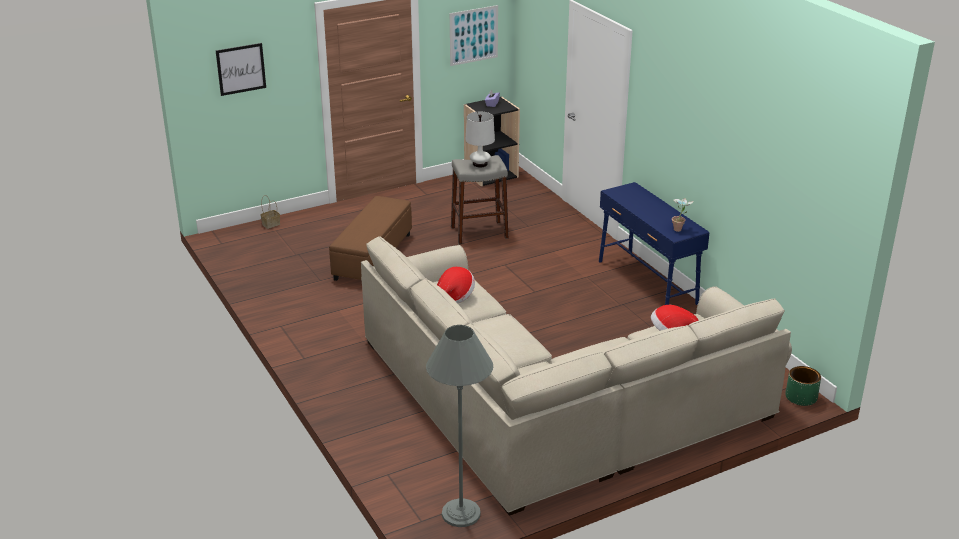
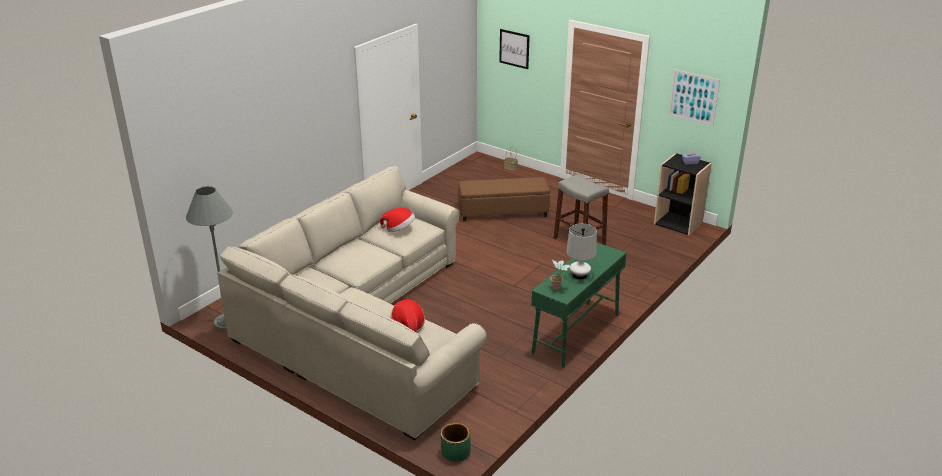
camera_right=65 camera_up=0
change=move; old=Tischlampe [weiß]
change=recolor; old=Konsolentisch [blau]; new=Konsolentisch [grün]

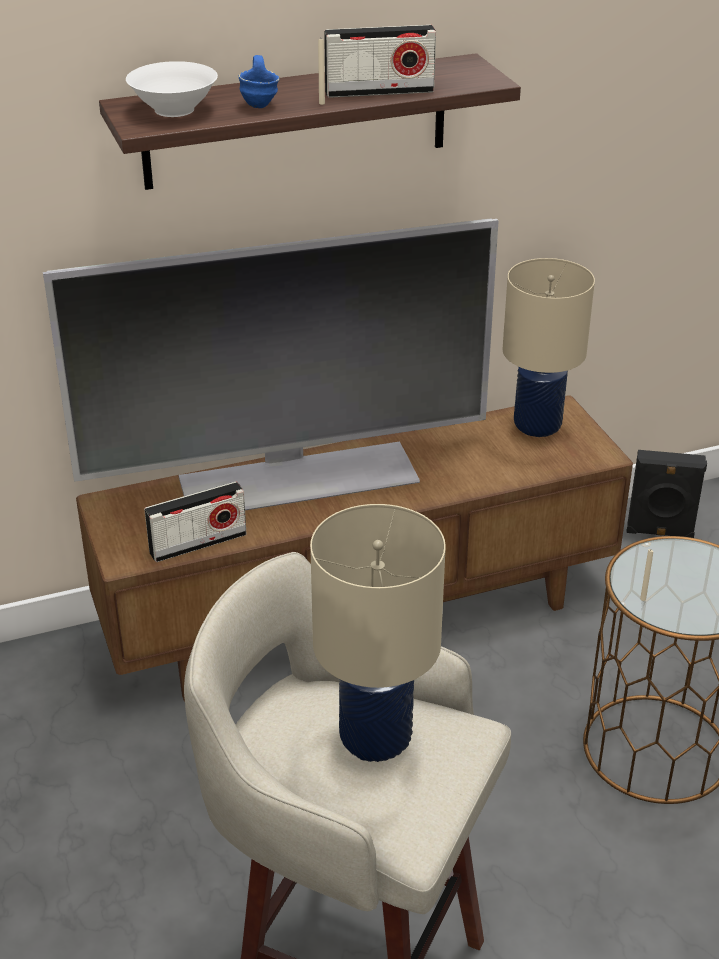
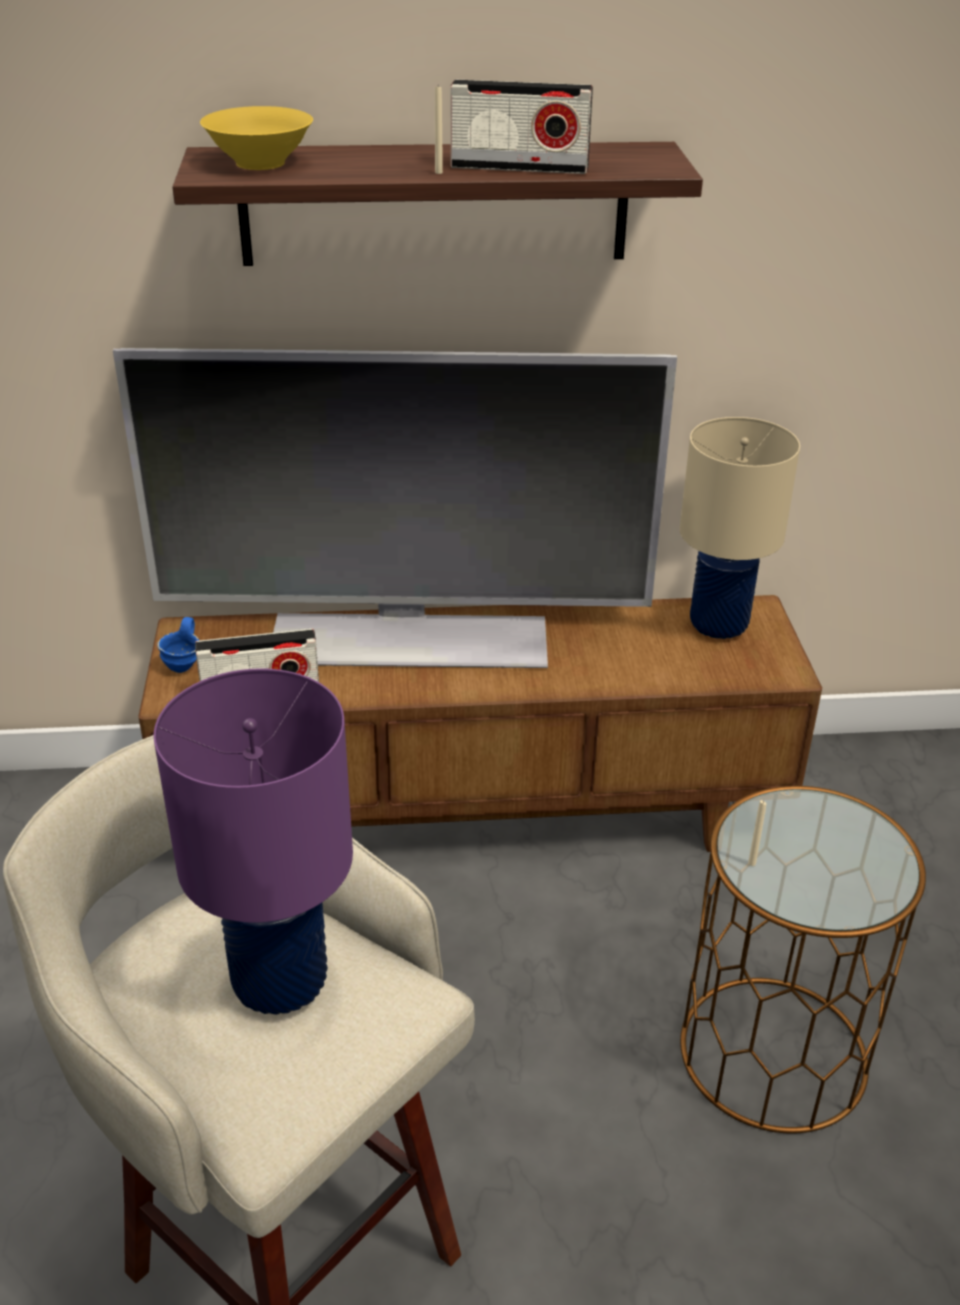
camera_right=15 camera_up=0
change=move; old=Henkelbecher [blau]
change=recolor; old=Schüssel [weiß]; new=Schüssel [gelb]
change=delete; old=Lautsprecher [schwarz]
change=recolor; old=Tischlampe [beige] (1st from left); new=Tischlampe [lila]

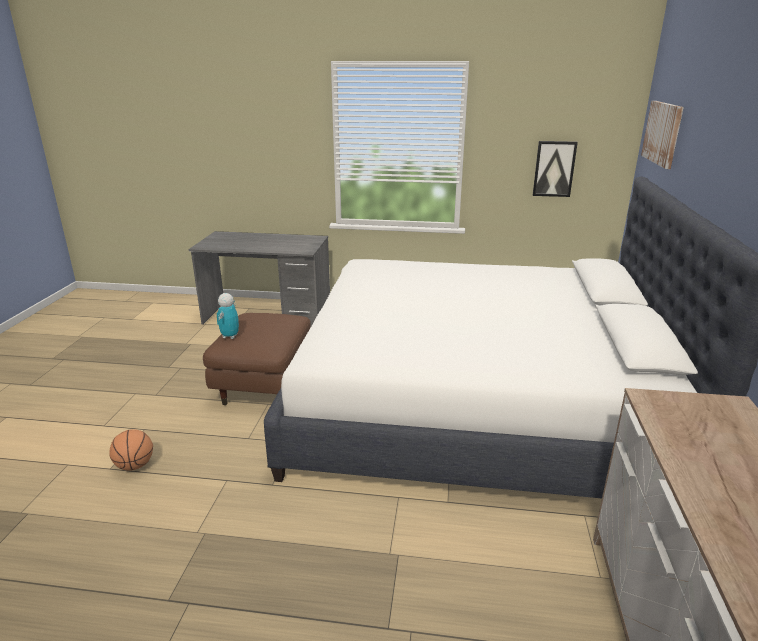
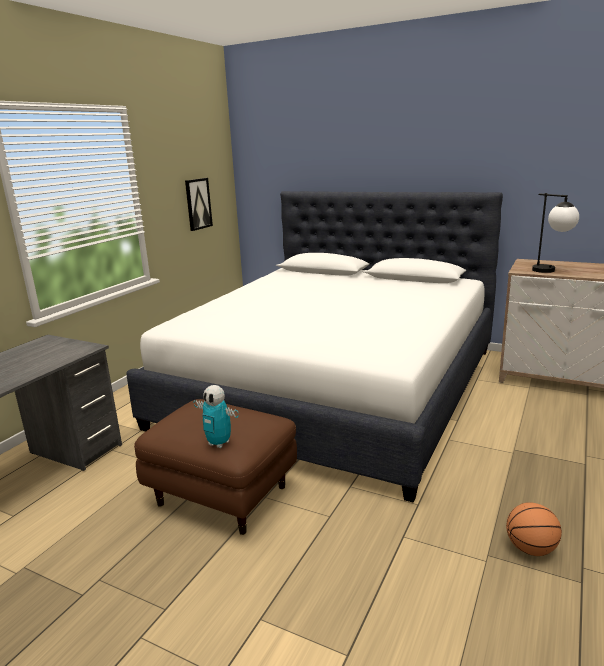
camera_right=-70 camera_up=-5
change=delete; old=Bild (2nd from left)
change=move; old=Basketball
change=insert; new=Tischlampe

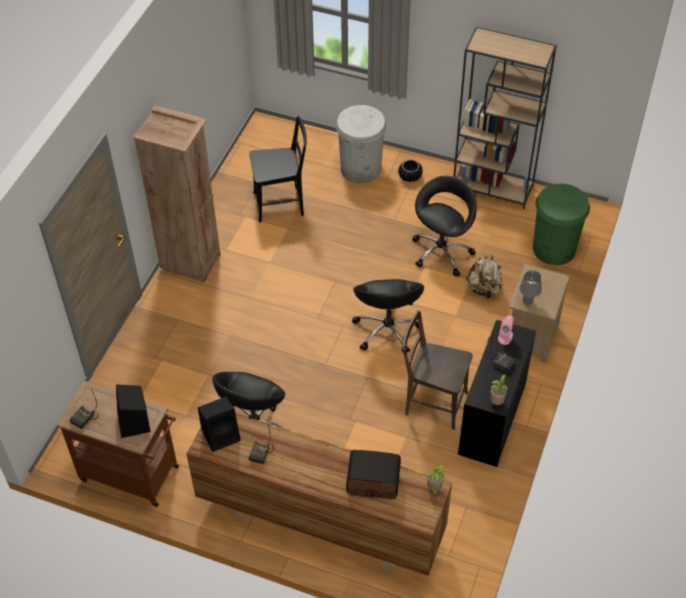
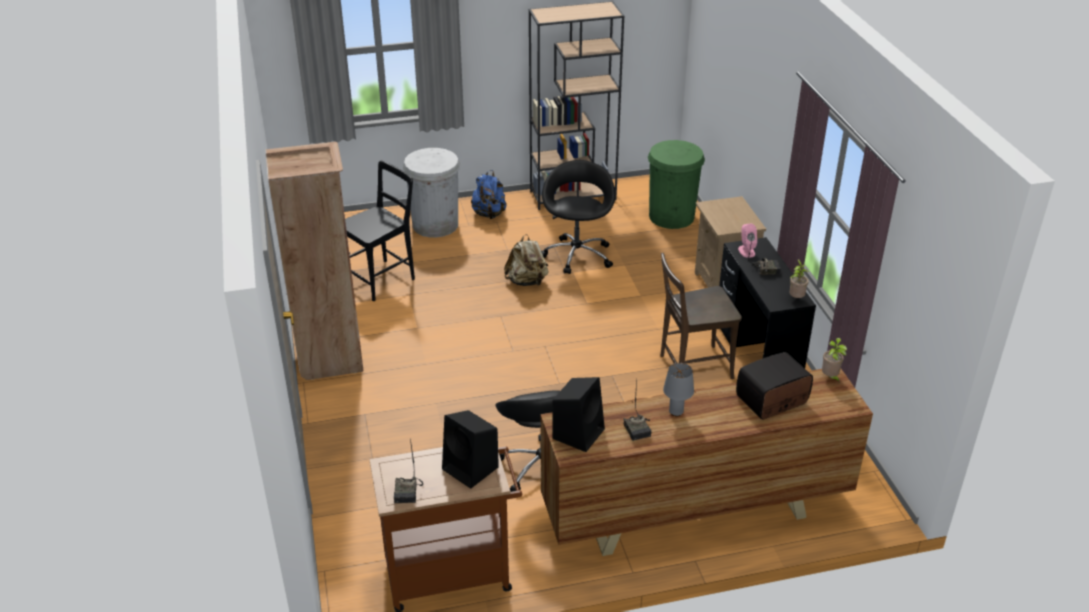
camera_right=-35 camera_up=-15
change=replace; old=Pflanzkübel [schwarz]; new=Rucksack [blau]
change=move; old=Rucksack [beige]
change=move; old=Tischlampe [grau]
change=delete; old=Bürostuhl [schwarz] (2nd from left)

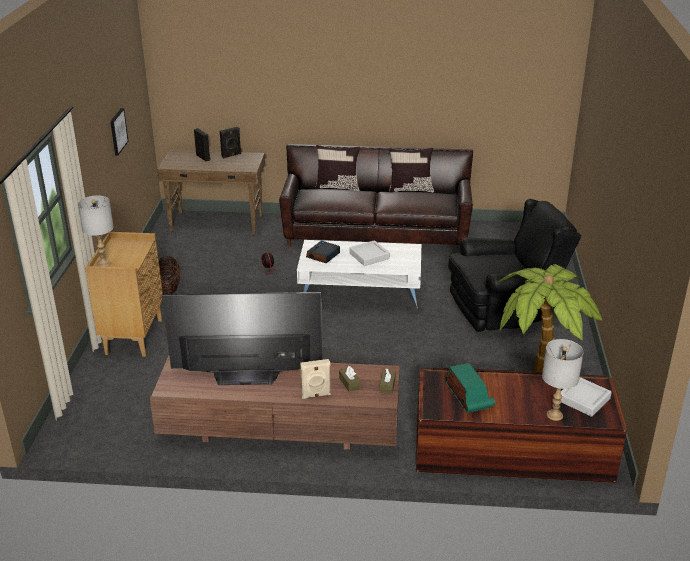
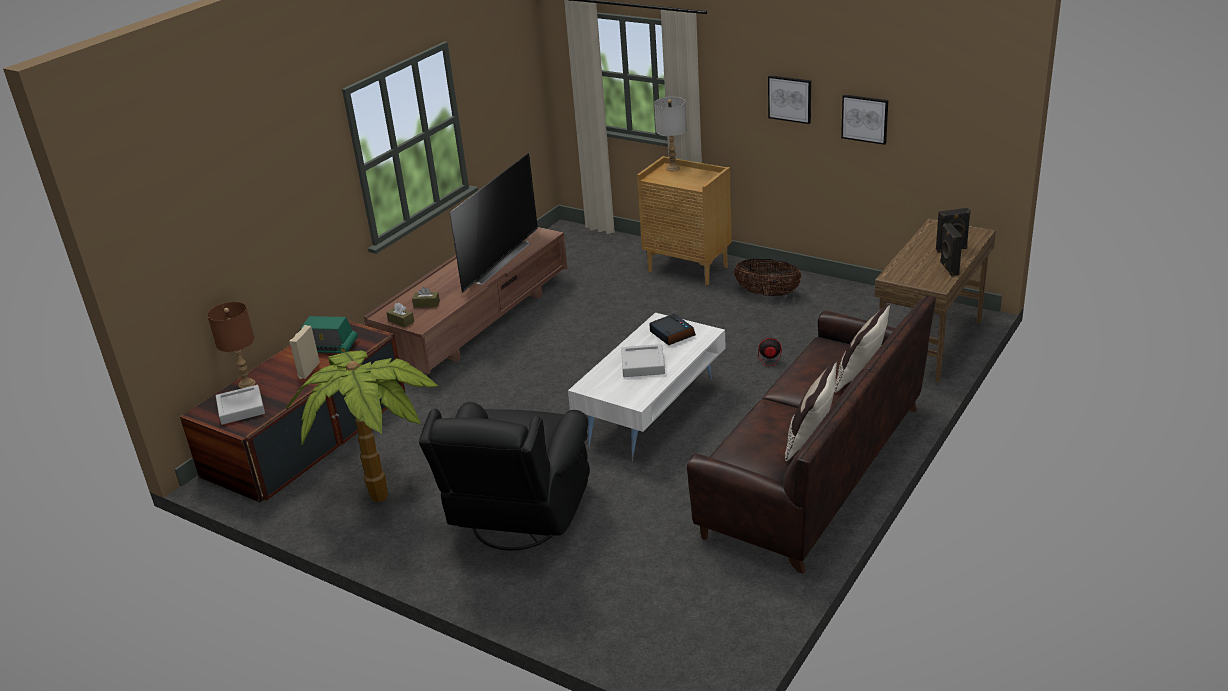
camera_right=120 camera_up=0
change=recolor; old=Tischlampe [grau] (2nd from left); new=Tischlampe [braun]
change=move; old=Lautsprecher [beige]
change=insert; new=Bild (1st from left)

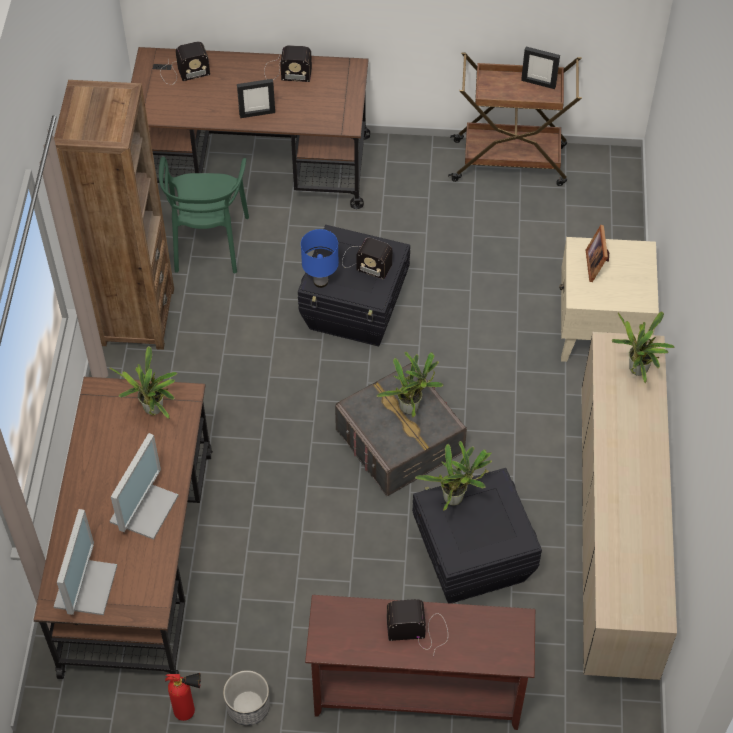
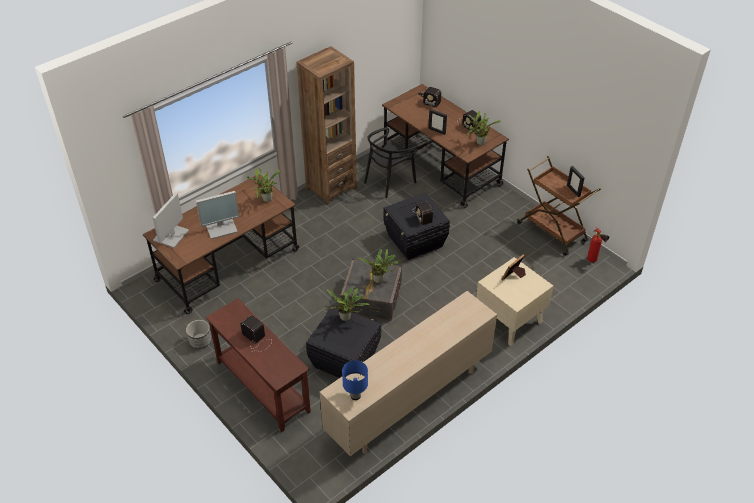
camera_right=45 camera_up=-10
change=recolor; old=Stuhl [grün]; new=Stuhl [schwarz]
change=move; old=Tischlampe [blau]
change=move; old=Topfpflanze (4th from left)
change=rotate; old=Monitor (1st from left); degrees=150
change=move; old=Feuerlöscher

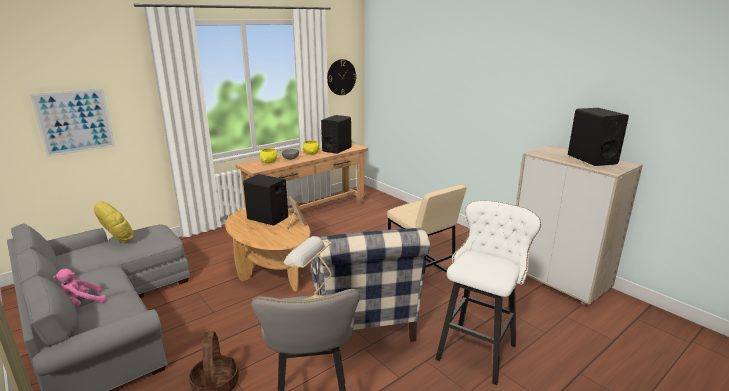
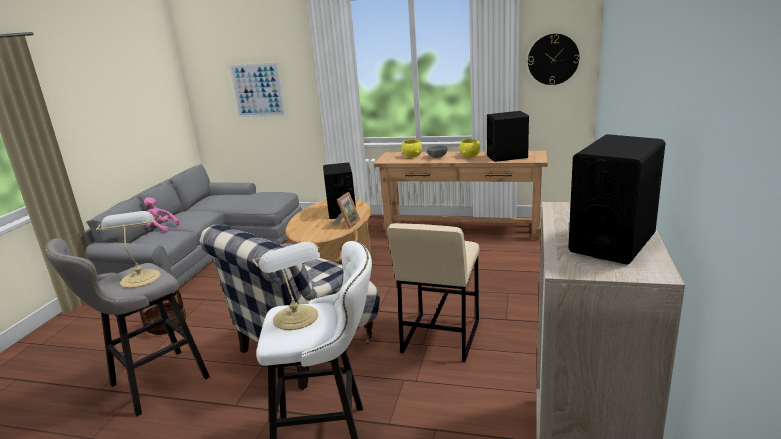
camera_right=55 camera_up=0
change=delete; old=Kissen [gelb]
change=insert; new=Tischlampe (2nd from left)

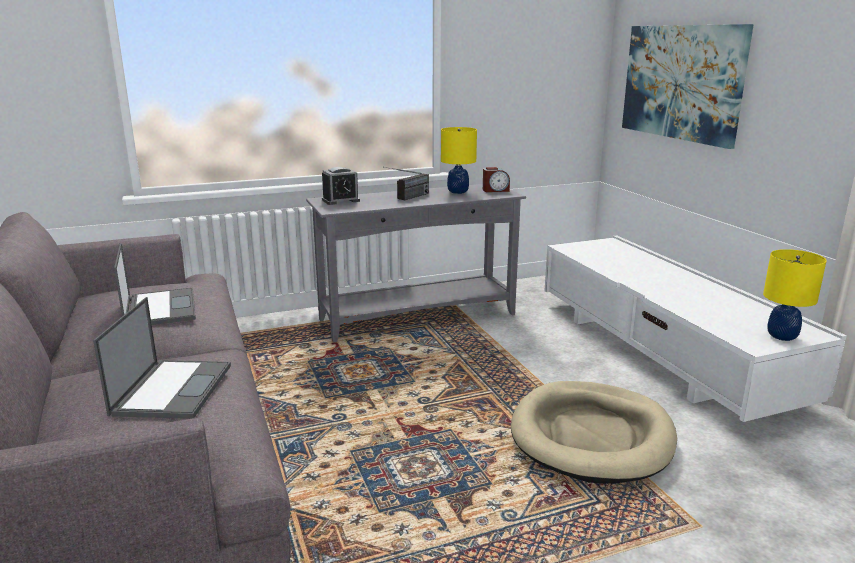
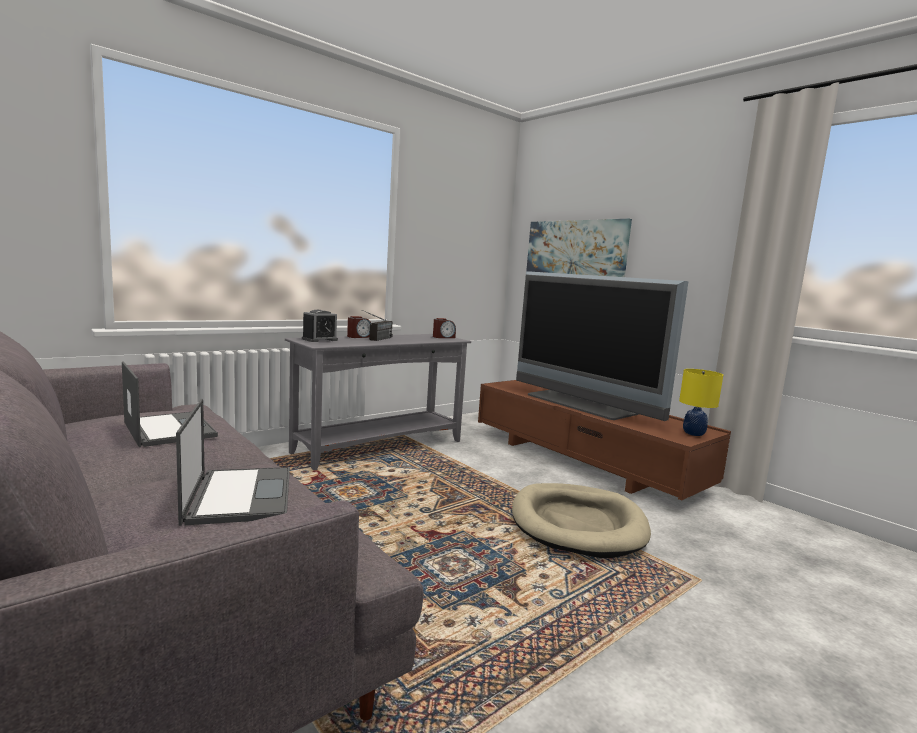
camera_right=-20 camera_up=-10
change=delete; old=Tischlampe [gelb] (1st from left)
change=recolor; old=Fernsehschrank [weiß]; new=Fernsehschrank [braun]
change=insert; new=Fernseher
change=insert; new=Wecker (2nd from left)

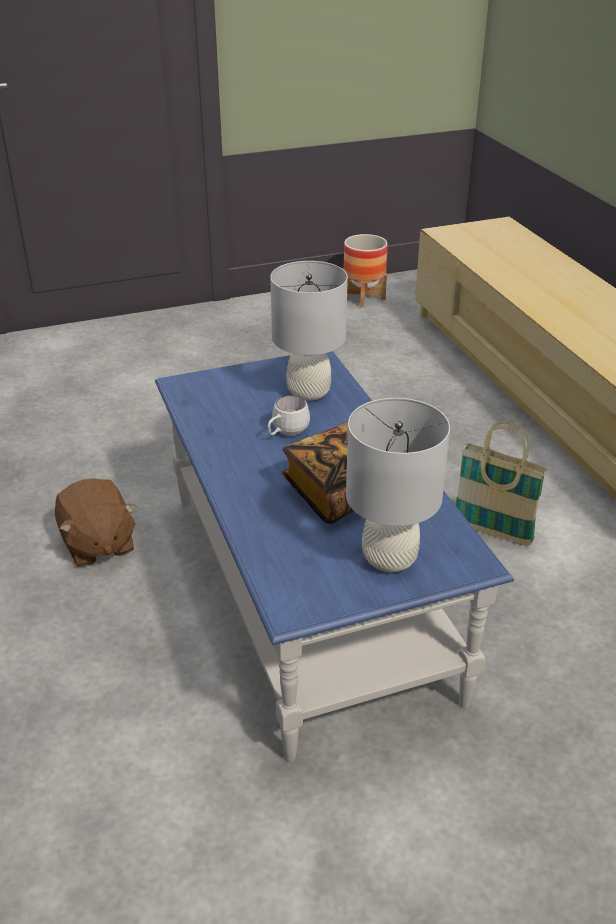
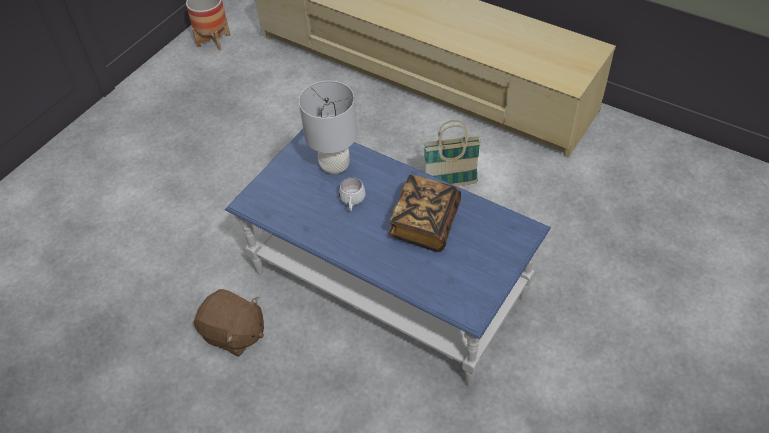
camera_right=-35 camera_up=15
change=delete; old=Tischlampe [grau] (2nd from left)

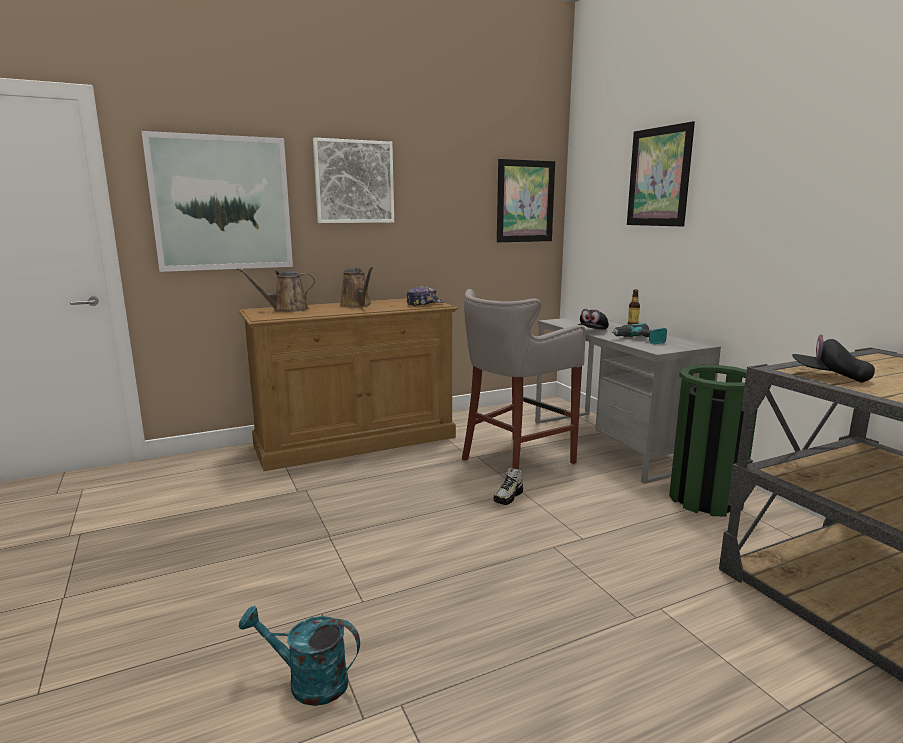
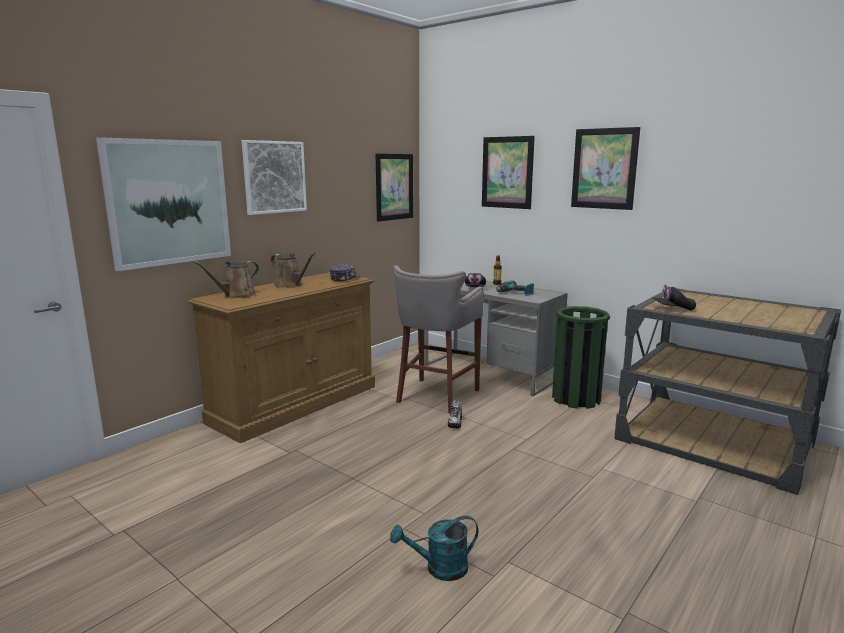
camera_right=-25 camera_up=0
change=insert; new=Bild (5th from left)

